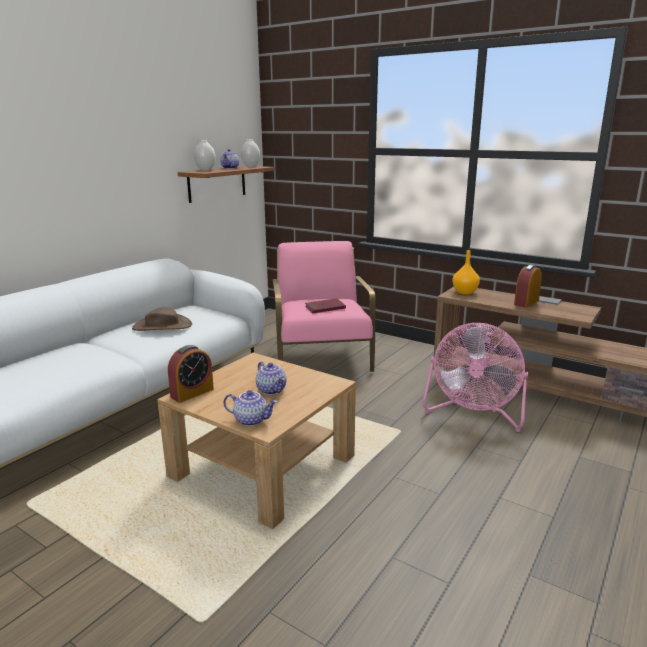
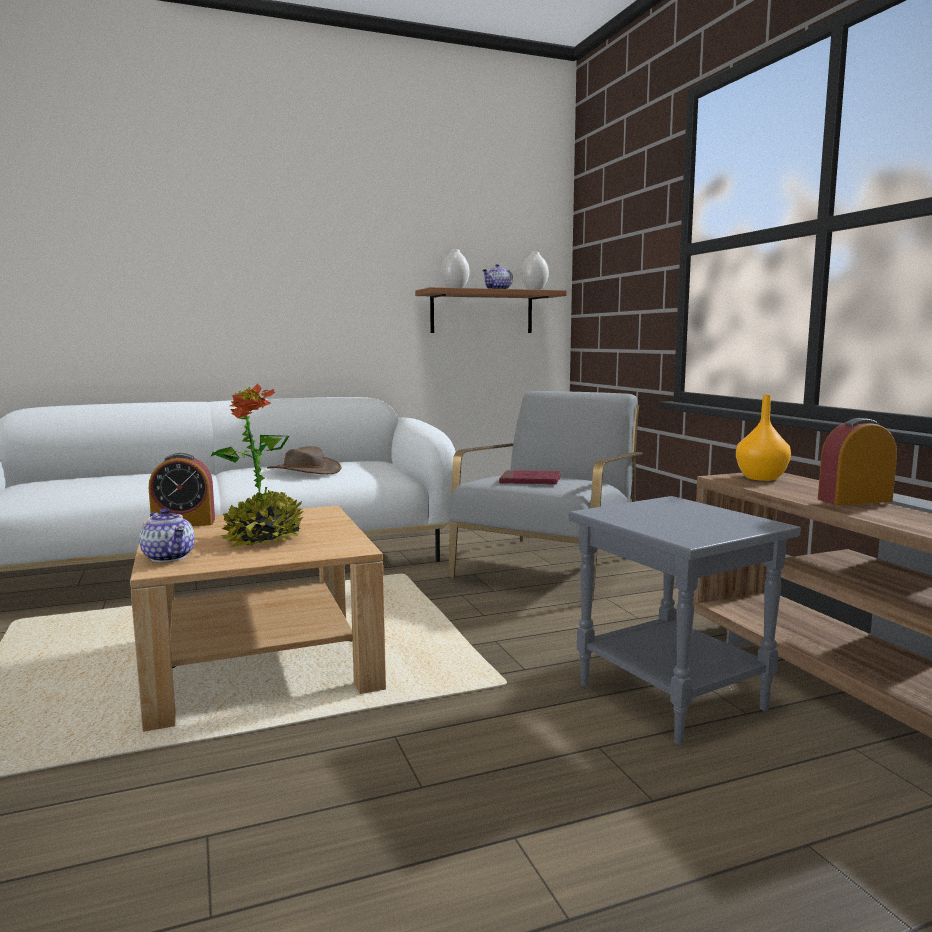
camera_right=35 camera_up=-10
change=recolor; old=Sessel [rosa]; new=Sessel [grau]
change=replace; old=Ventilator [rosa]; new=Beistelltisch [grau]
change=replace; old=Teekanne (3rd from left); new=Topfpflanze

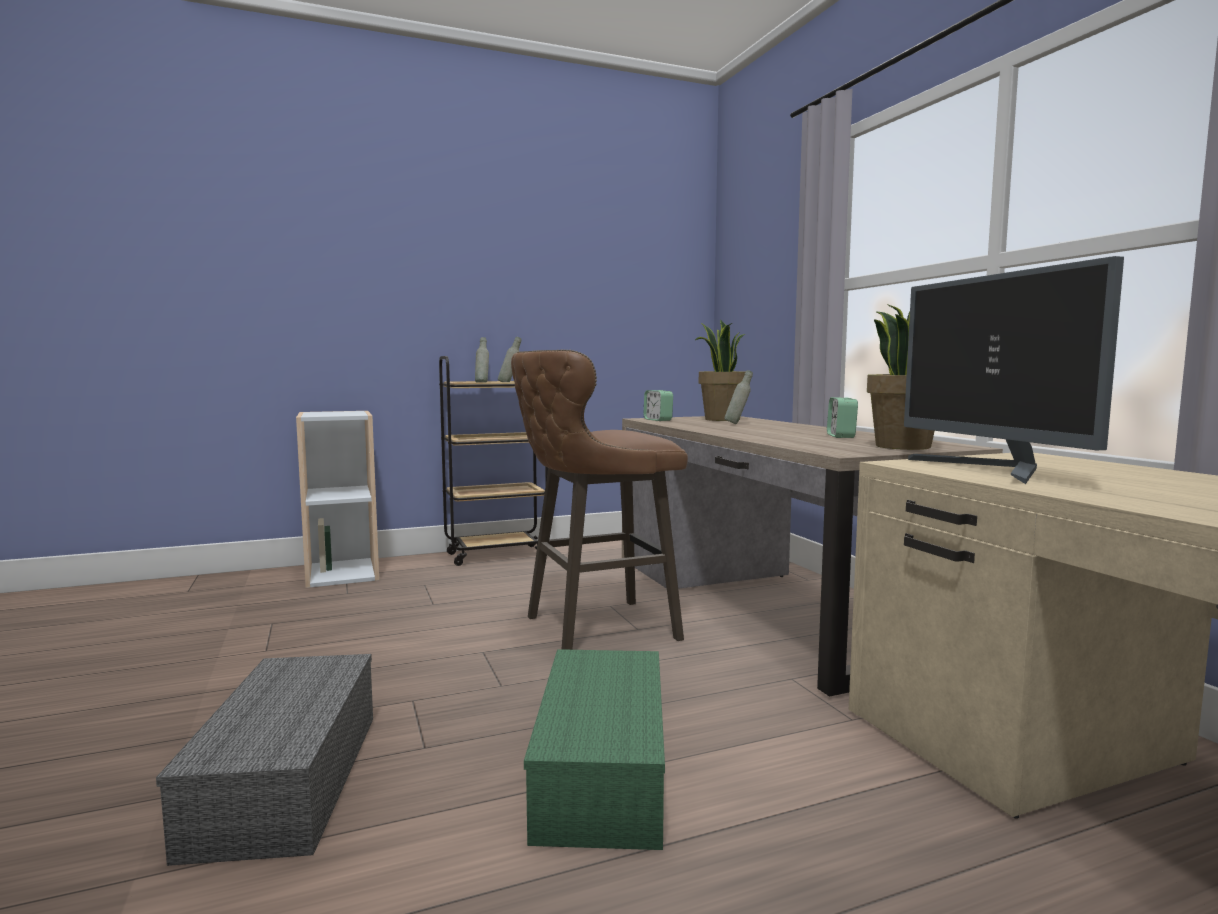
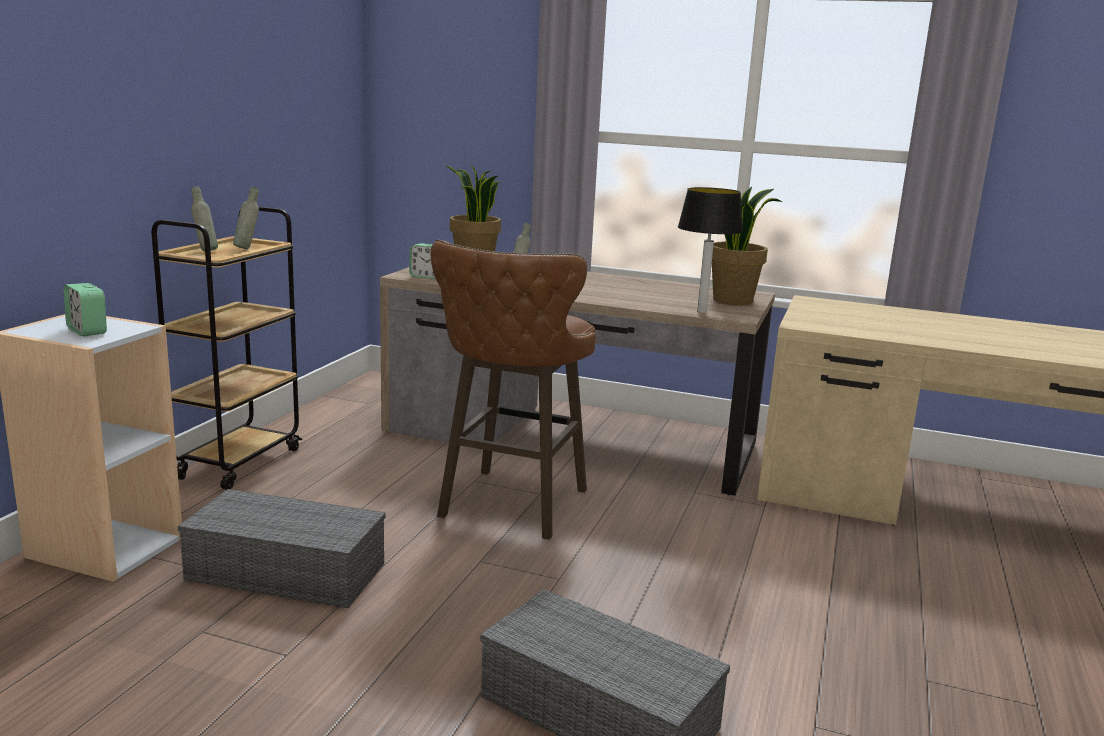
camera_right=-50 camera_up=10
change=delete; old=Monitor
change=move; old=Wecker (2nd from left in the first image); new=Wecker (1st from left)
change=delete; old=Aufbewahrungsbox [grün]
change=insert; new=Tischlampe
change=insert; new=Aufbewahrungsbox [grau] (1st from left)

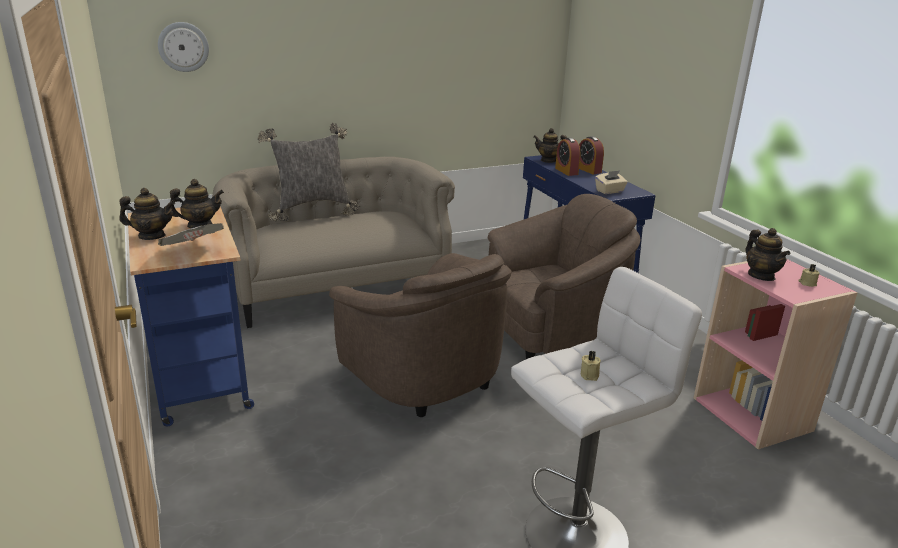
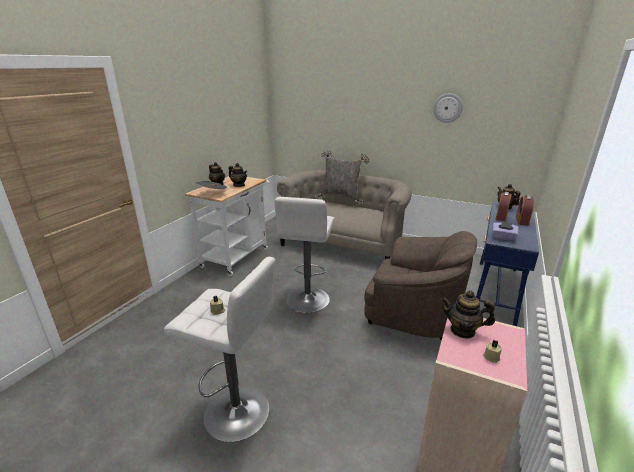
camera_right=50 camera_up=0
change=move; old=Wanduhr
change=recolor; old=Taschentuchbox [beige]; new=Taschentuchbox [lila]
change=recolor; old=Rollwagen [blau]; new=Rollwagen [weiß]
change=rotate; old=Teekanne (4th from left in the first image); degrees=75
change=replace; old=Sessel [braun] (1st from left); new=Hocker [weiß] (2nd from left)

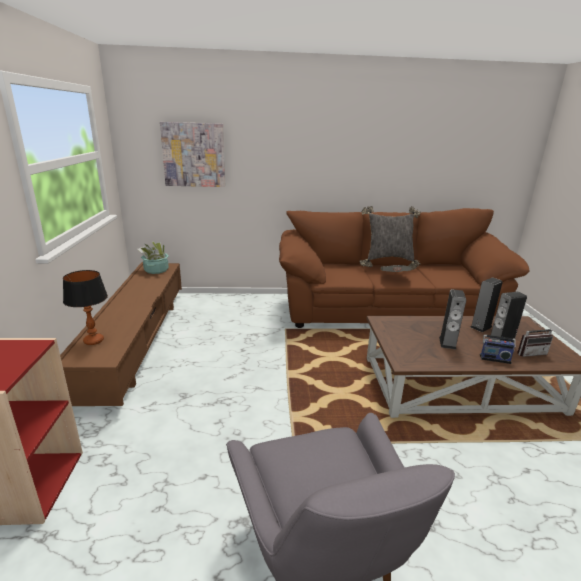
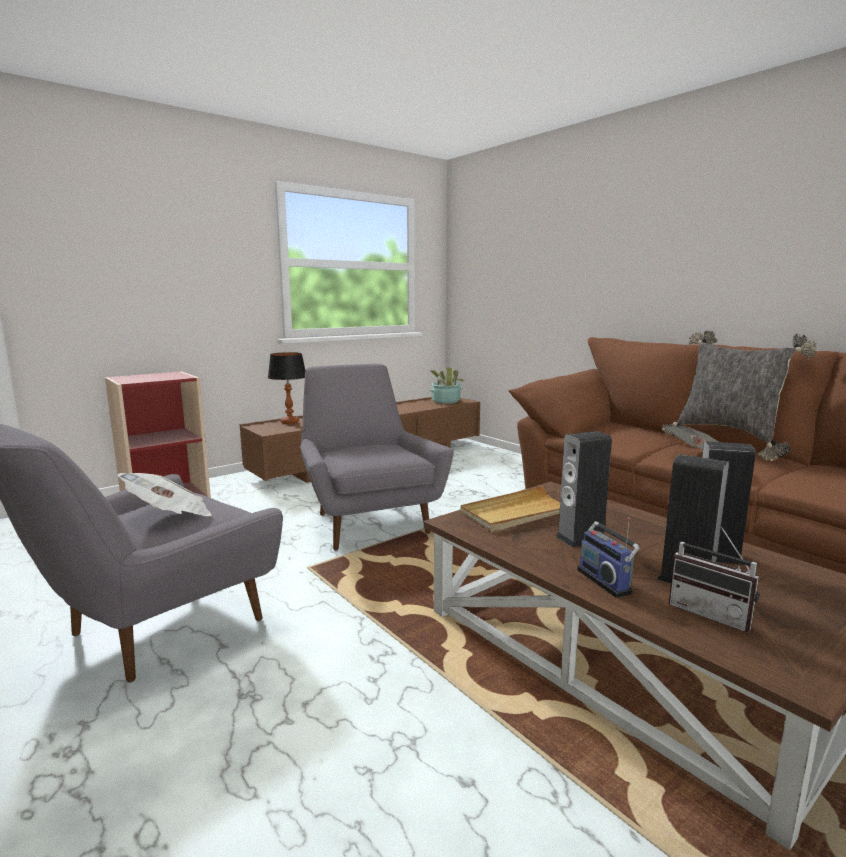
camera_right=55 camera_up=-10
change=delete; old=Bild
change=insert; new=Sessel [grau] (2nd from left)
change=insert; new=Zeitung (1st from left)
change=insert; new=Tablett [beige]

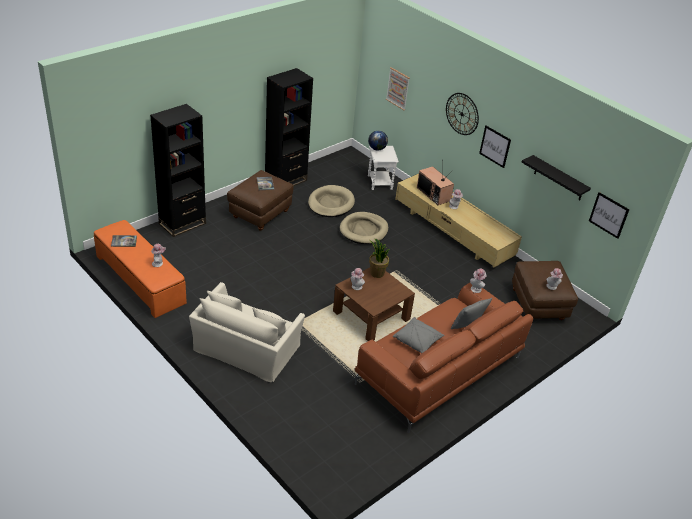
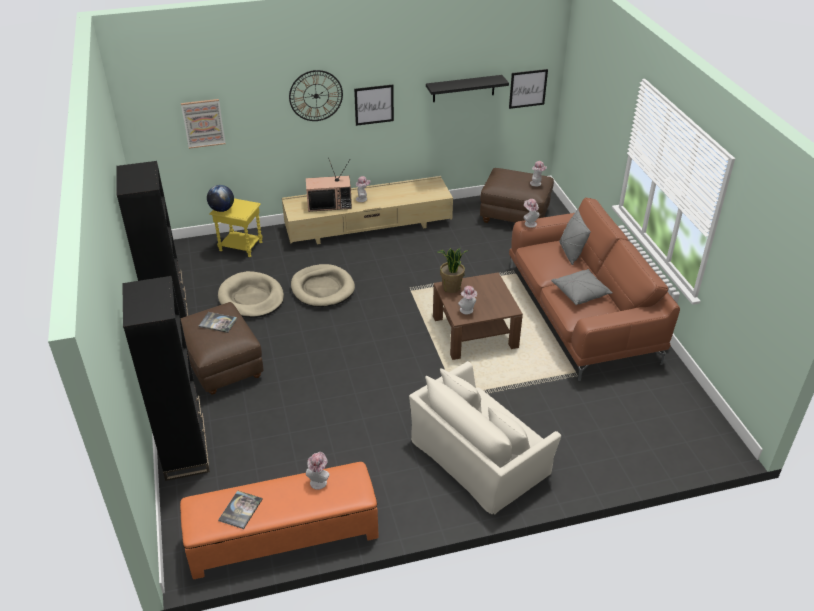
camera_right=-60 camera_up=0
change=recolor; old=Beistelltisch [weiß]; new=Beistelltisch [gelb]
change=rotate; old=Sessel [beige]; degrees=90

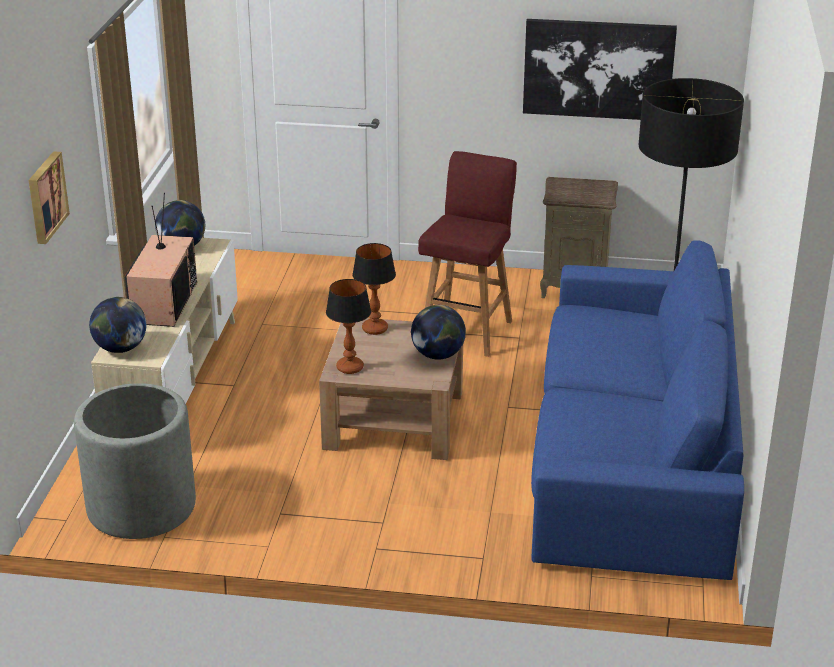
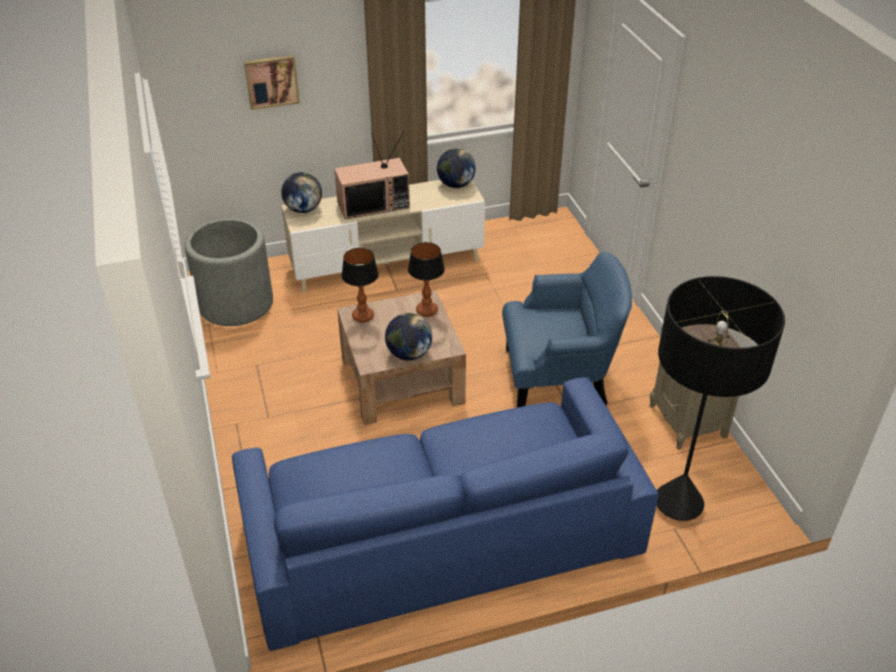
camera_right=65 camera_up=10
change=delete; old=Bild (2nd from left)
change=replace; old=Hocker [rot]; new=Sessel [blau]

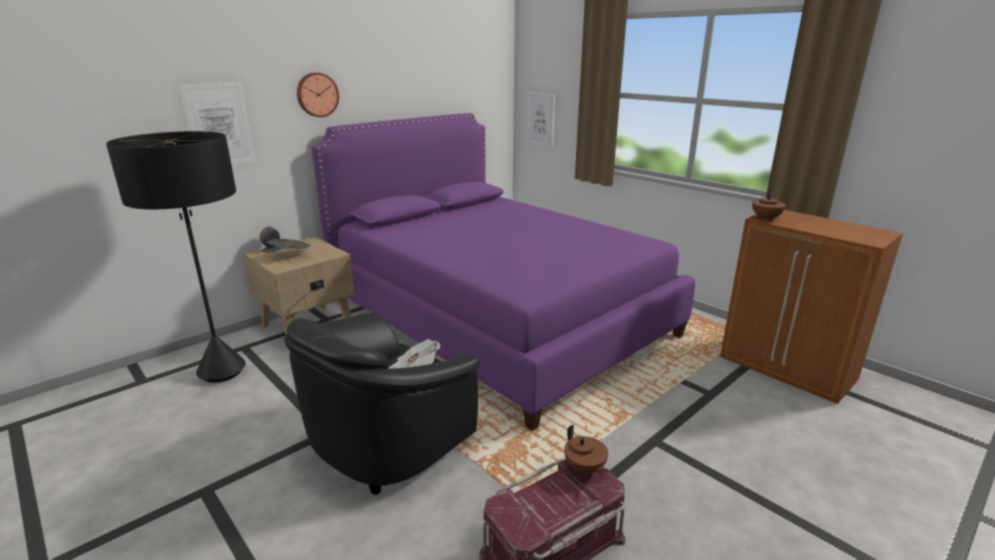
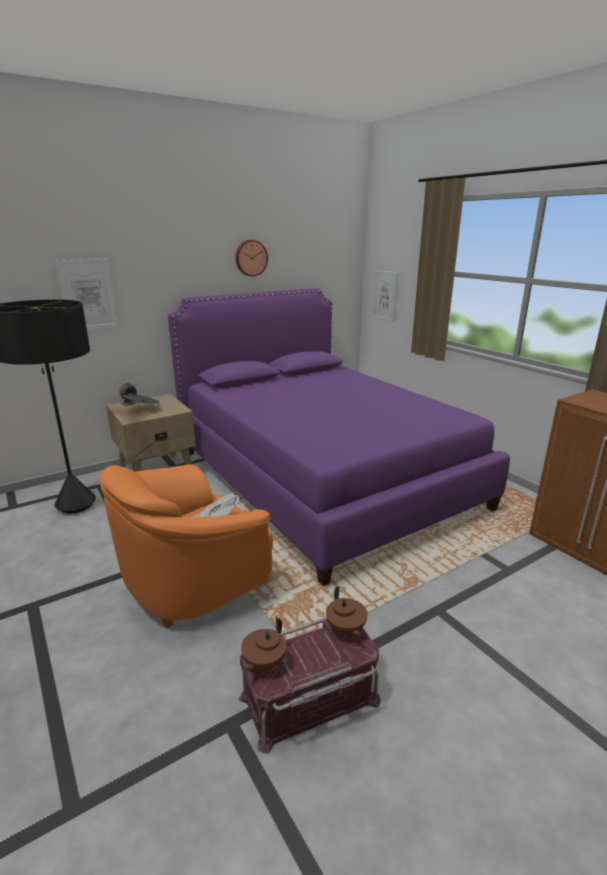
camera_right=10 camera_up=0
change=move; old=Wanduhr
change=move; old=Teekanne [braun] (2nd from left in the first image); new=Teekanne [braun] (1st from left)
change=recolor; old=Sessel [schwarz]; new=Sessel [orange]

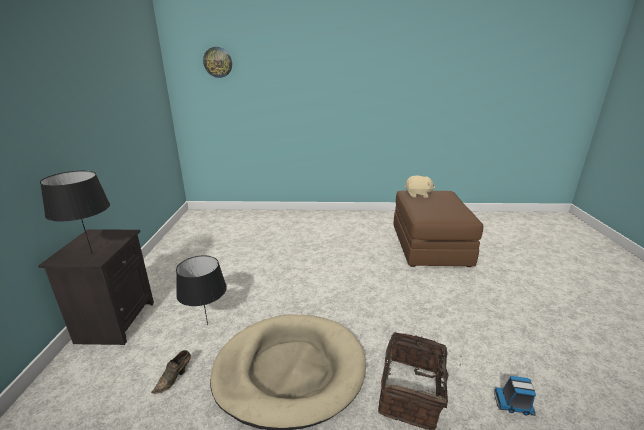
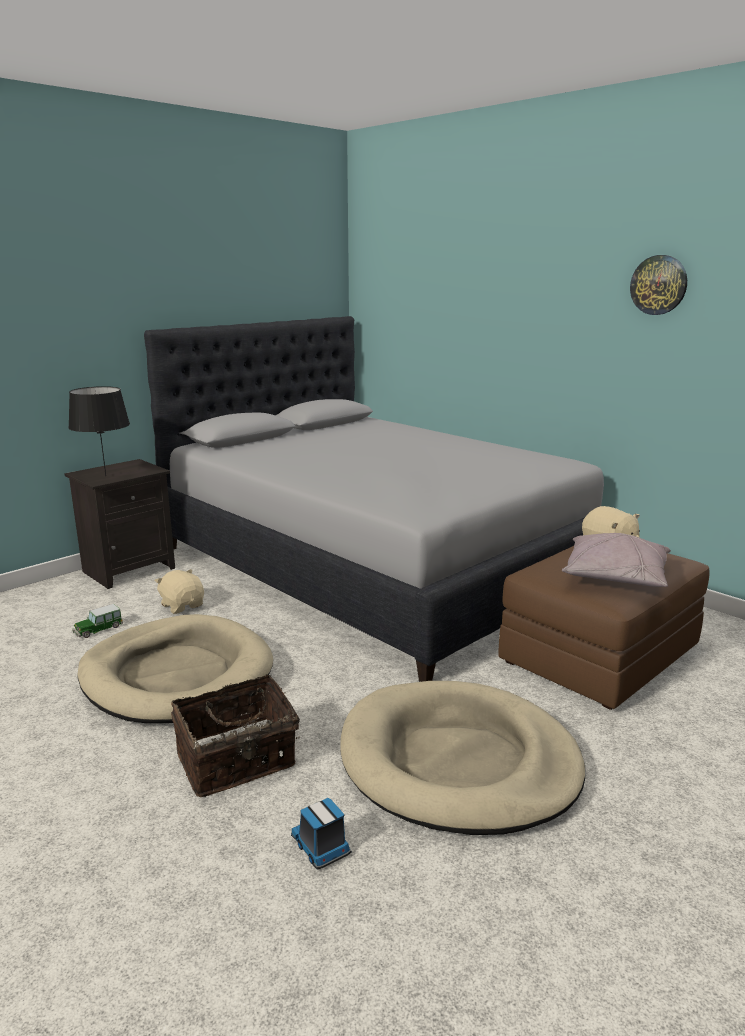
camera_right=45 camera_up=-5
change=move; old=Wanduhr
change=replace; old=Tischlampe [schwarz] (2nd from left); new=Plüschtier [beige] (1st from left)
change=replace; old=Schuh [braun]; new=Spielzeugauto
change=insert; new=Bett [grau]
change=insert; new=Kissen [lila]
change=insert; new=Hundebett [beige] (2nd from left)

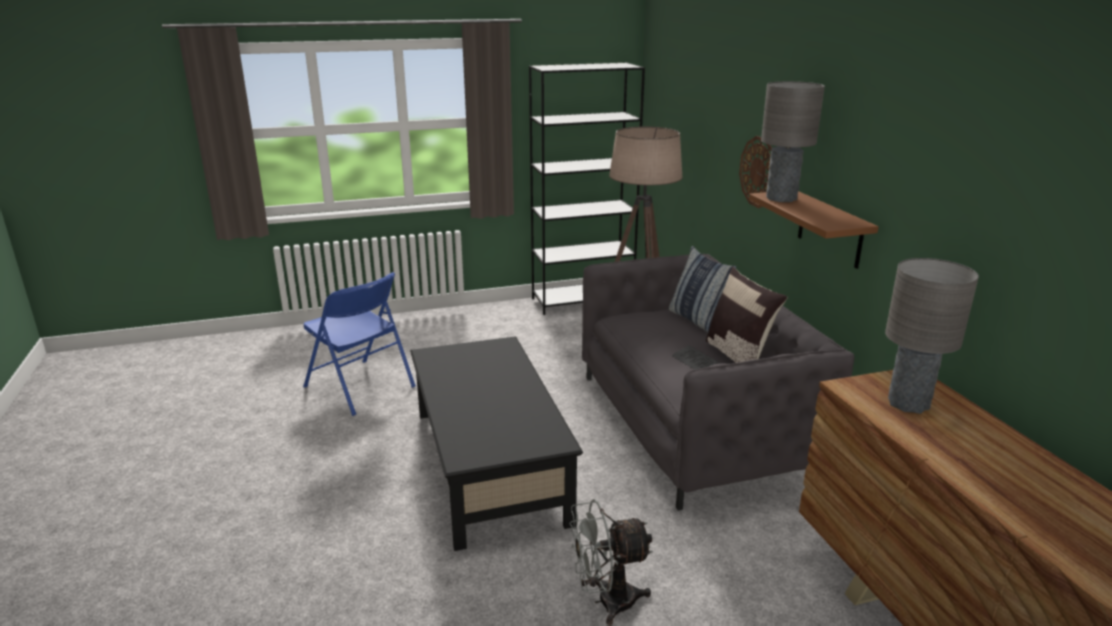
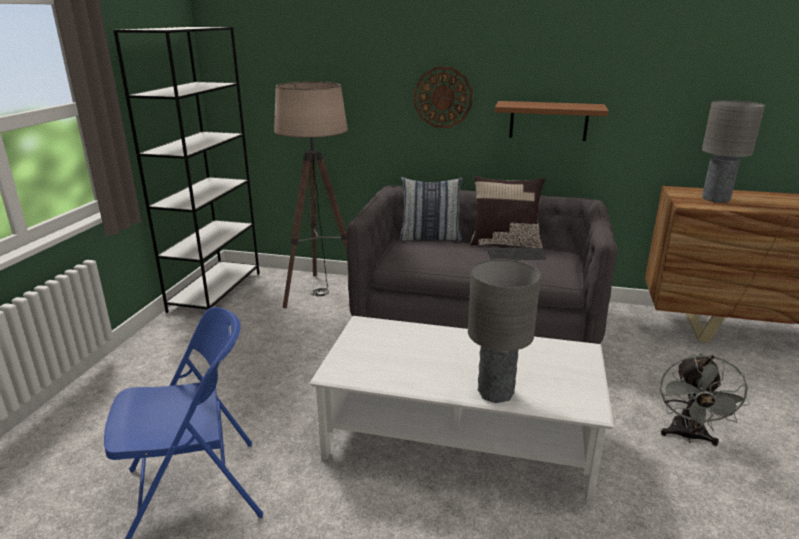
camera_right=-60 camera_up=0
change=move; old=Tischlampe [grau] (1st from left)
change=recolor; old=Couchtisch [schwarz]; new=Couchtisch [weiß]

